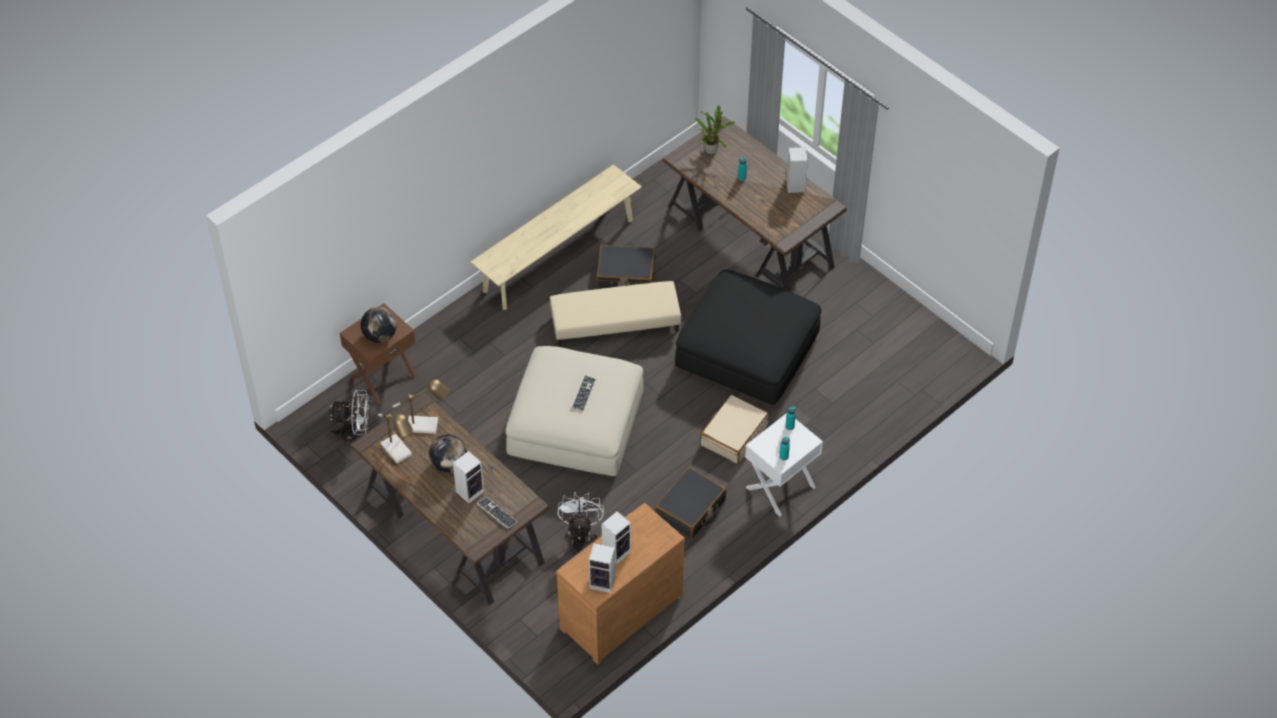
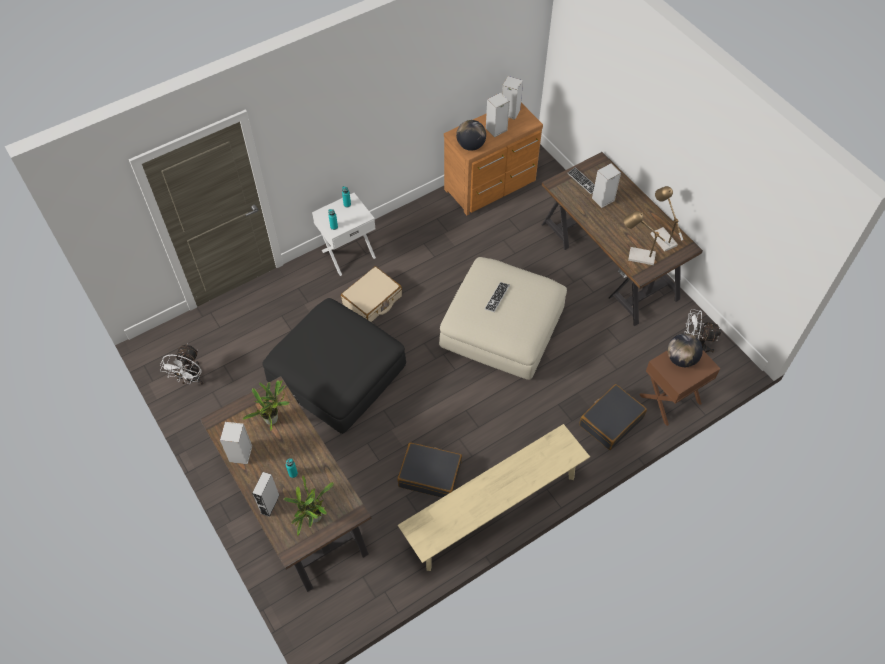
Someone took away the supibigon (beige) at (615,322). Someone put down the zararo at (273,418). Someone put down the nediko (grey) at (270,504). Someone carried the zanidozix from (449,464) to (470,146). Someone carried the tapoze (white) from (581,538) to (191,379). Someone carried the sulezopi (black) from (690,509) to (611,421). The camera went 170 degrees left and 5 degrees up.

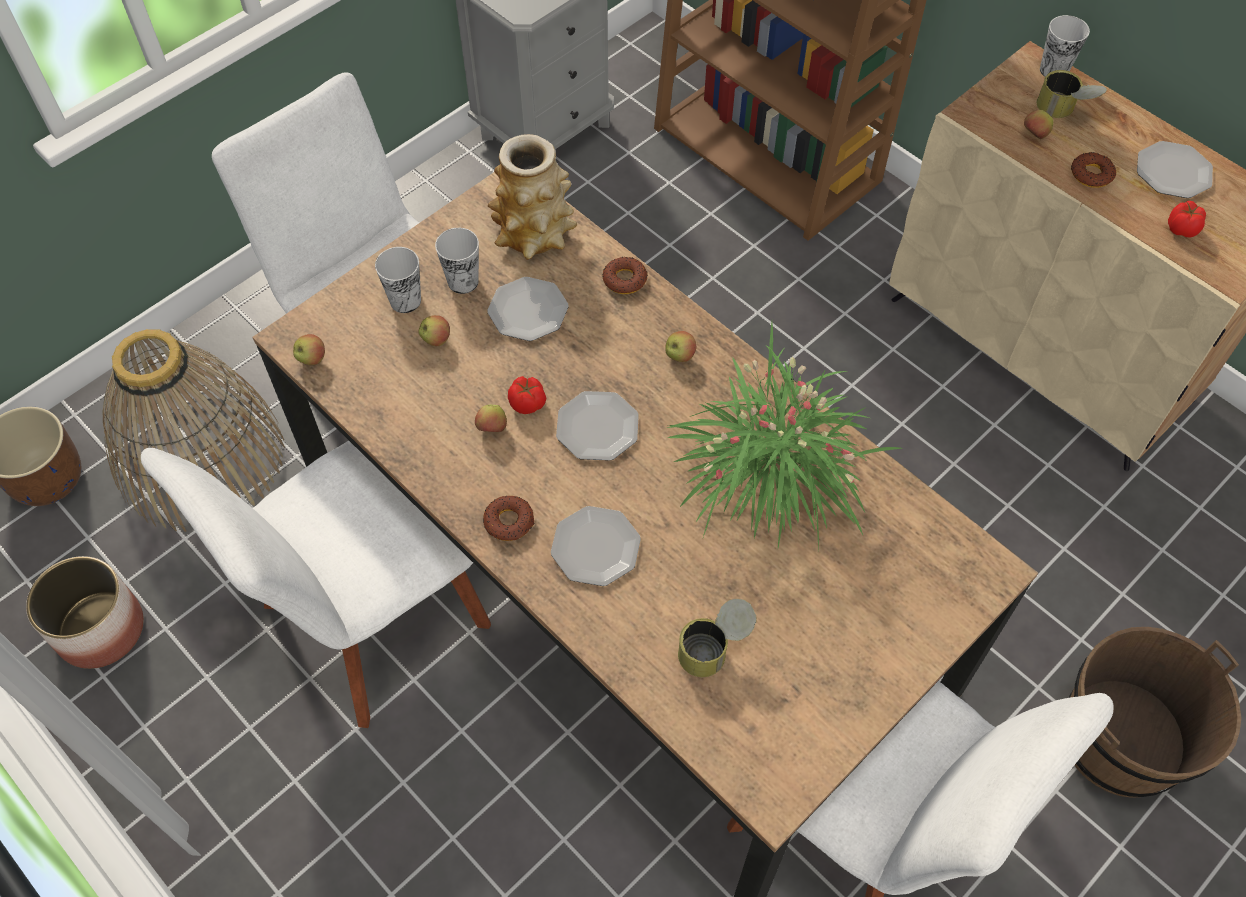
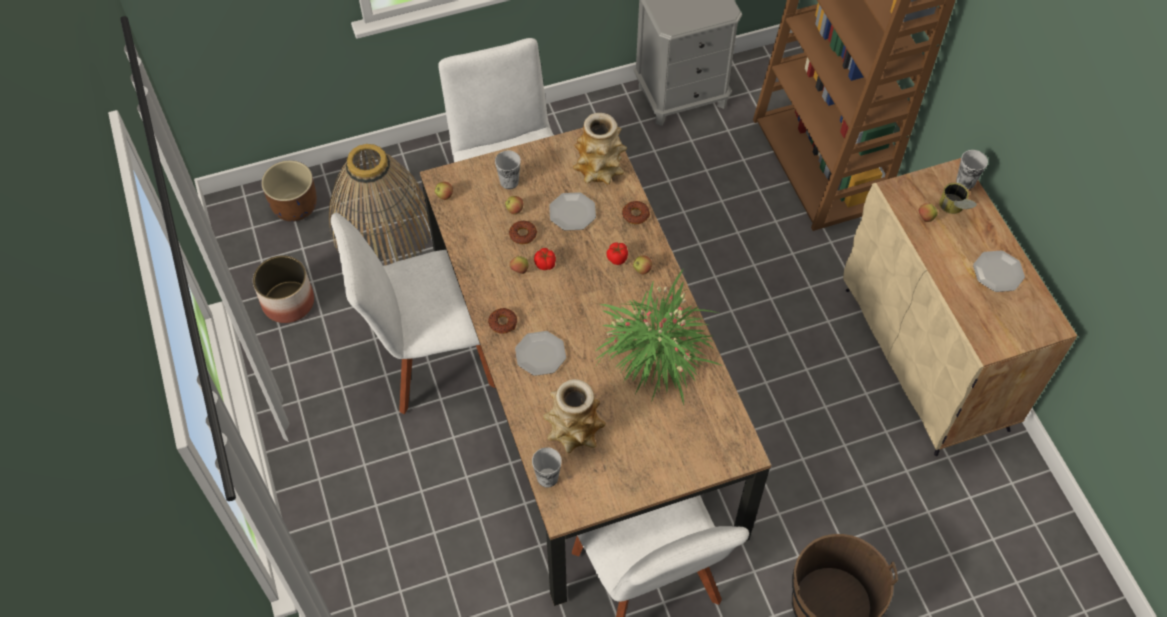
Someone took away the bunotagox at (597,428). Someone carried the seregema from (463,281) to (547,477). Someone carried the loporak from (1091,174) to (523,234). Someone carried the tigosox from (1181,228) to (617,258). Someone swapped the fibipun at (714,648) for the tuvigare at (573,430). The camera went 25 degrees right and 0 degrees up.

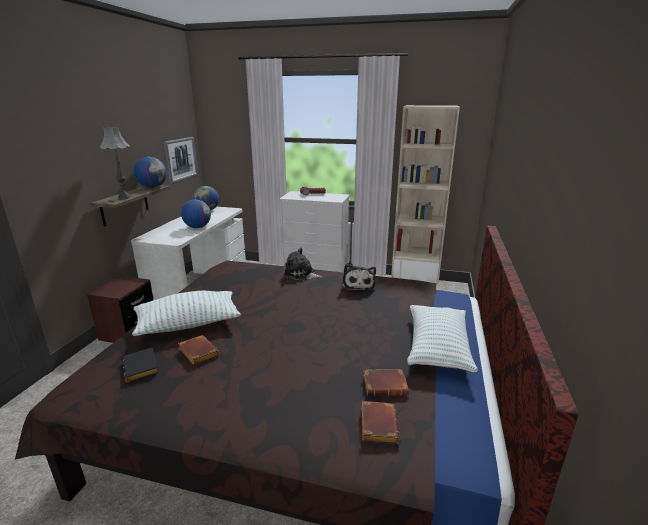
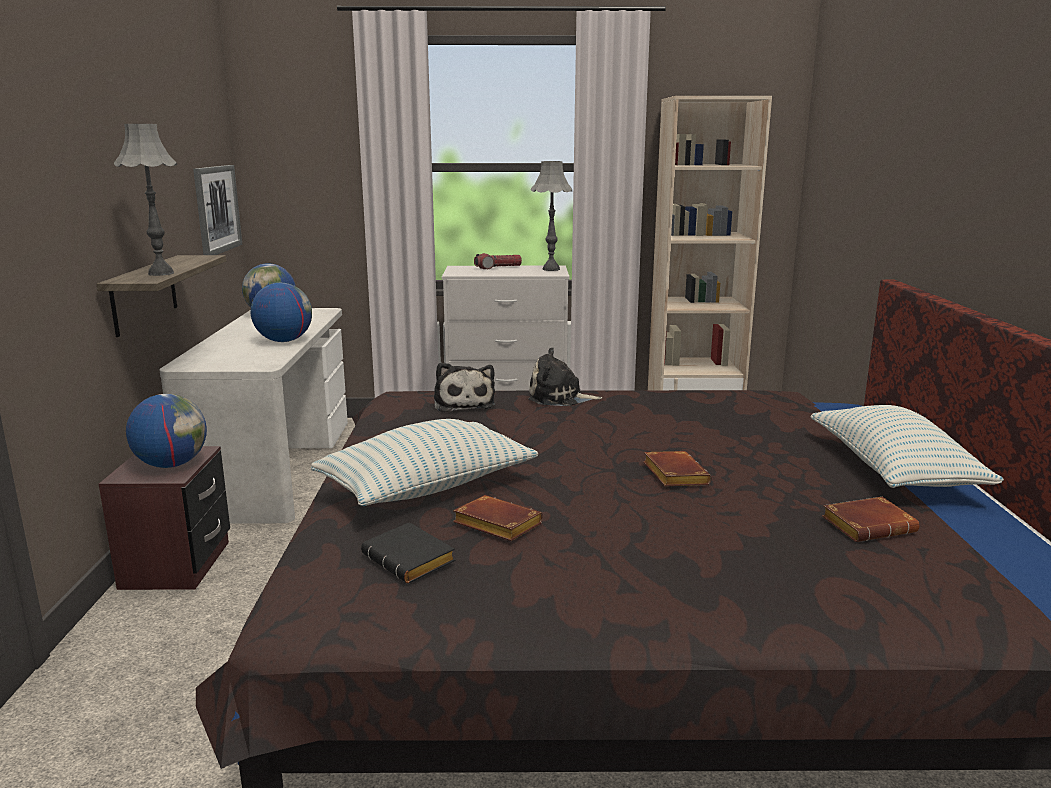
Someone put down the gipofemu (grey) at (551,269). Someone carried the zanidozix from (153,187) to (171,464). Someone carried the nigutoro from (358,285) to (463,403). Someone carried the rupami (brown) from (377,424) to (672,474). The camera went 15 degrees left and 5 degrees down.

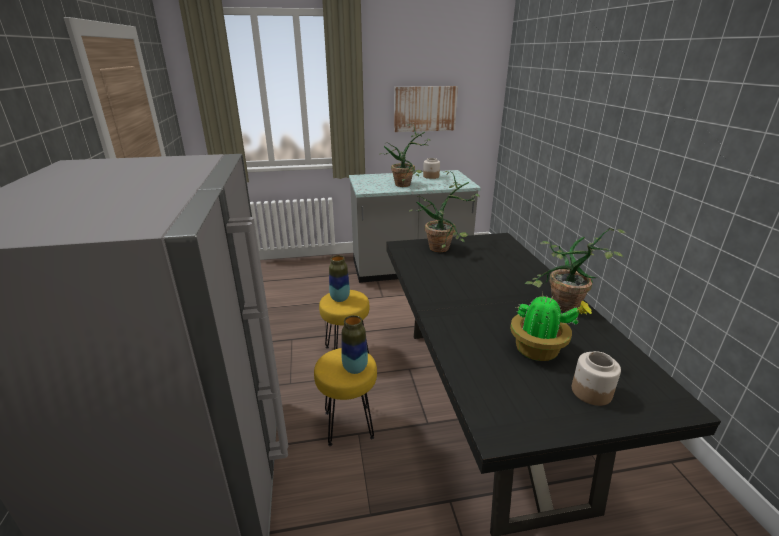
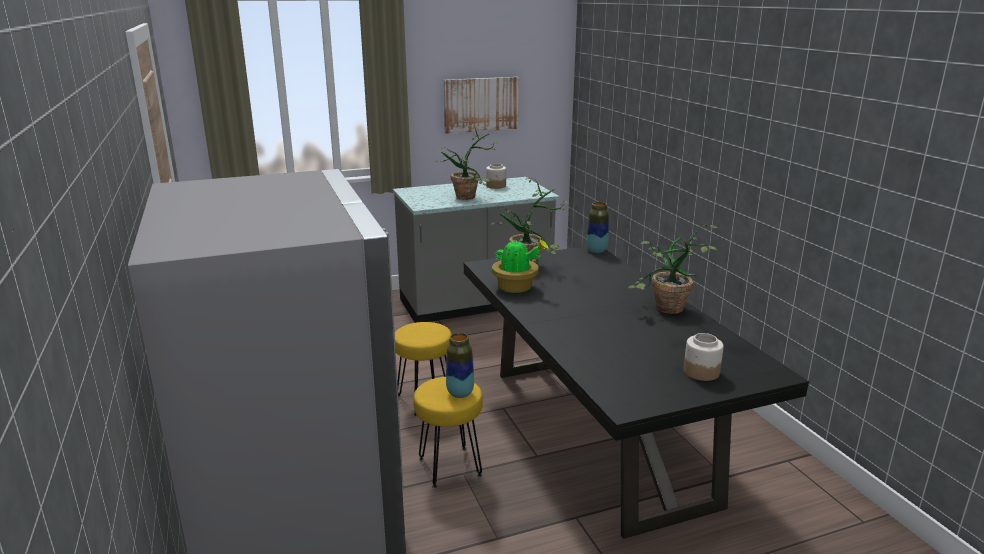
Someone carried the tuvigare from (340,299) to (596,251). Someone carried the zararo from (539,350) to (516,288). The camera went 10 degrees left and 5 degrees down.

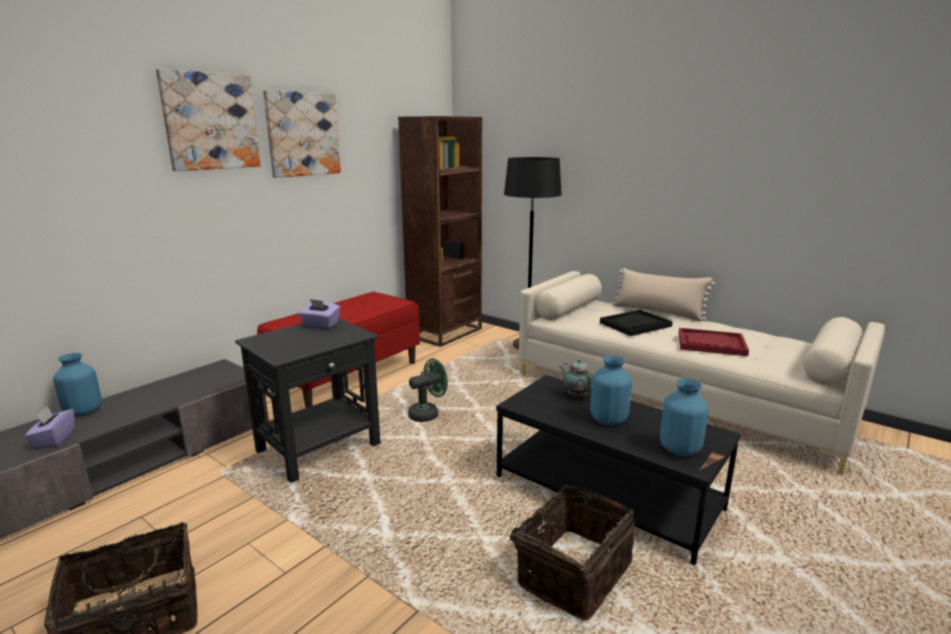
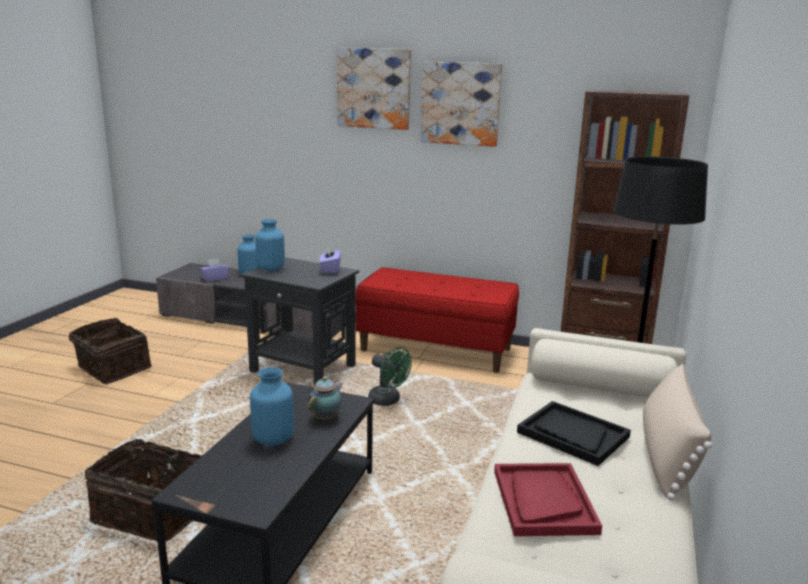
Someone carried the tuvigare (blue) from (679,449) to (271,269). The camera went 70 degrees right and 0 degrees up.

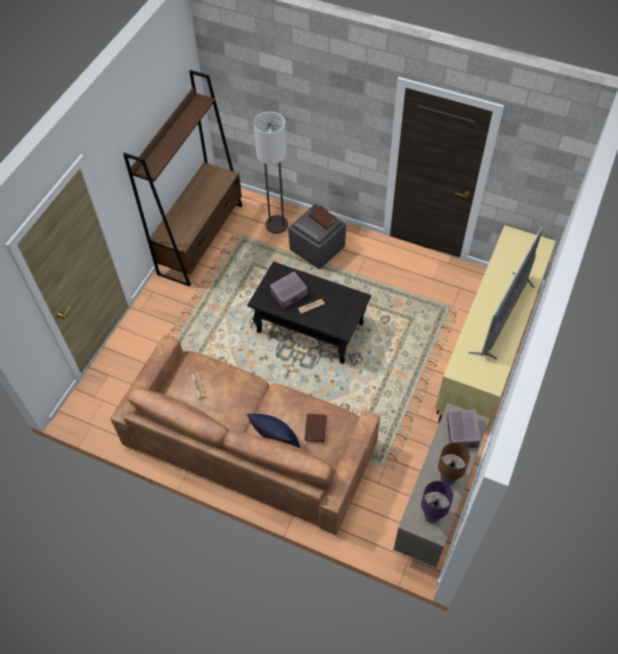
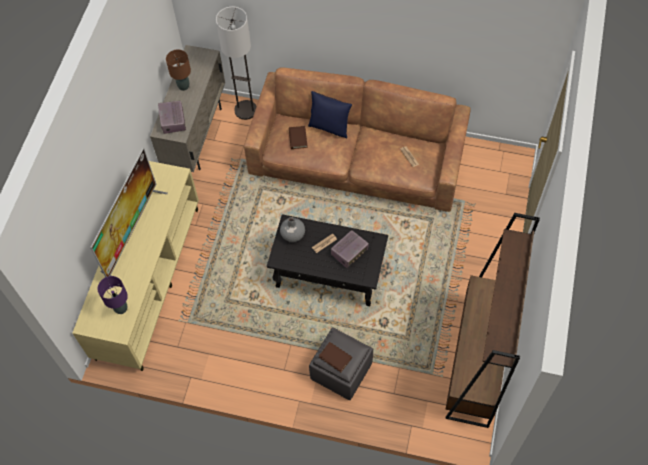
Someone put down the tuvigare (grey) at (292,234). Someone carried the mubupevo from (276,225) to (246,110). Someone carried the gipofemu (purple) from (431,517) to (121,308). The camera went 170 degrees right and 5 degrees up.

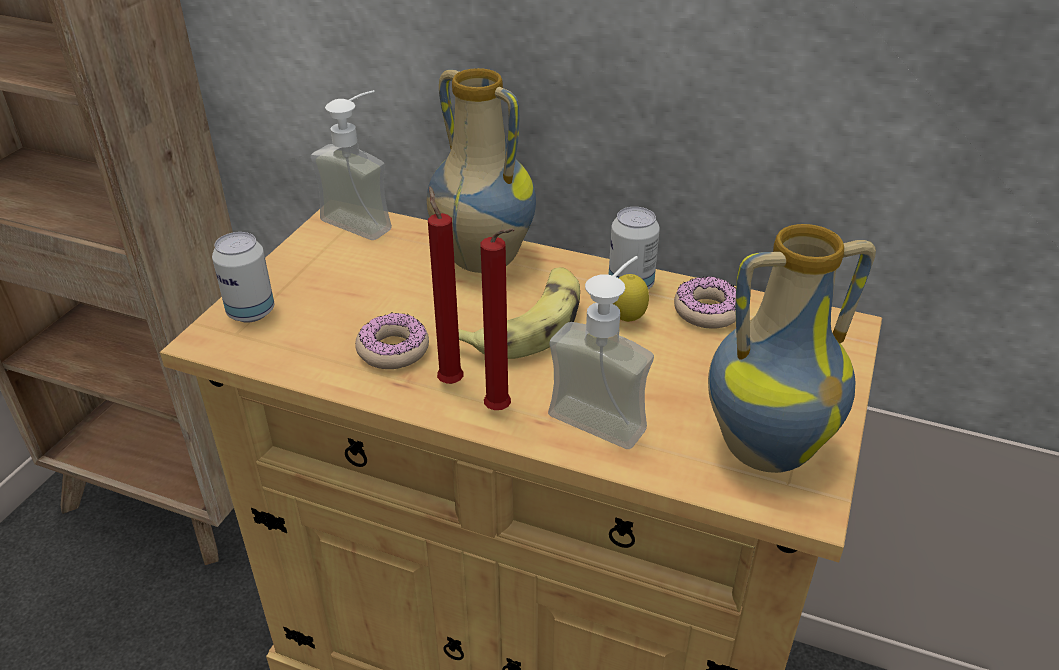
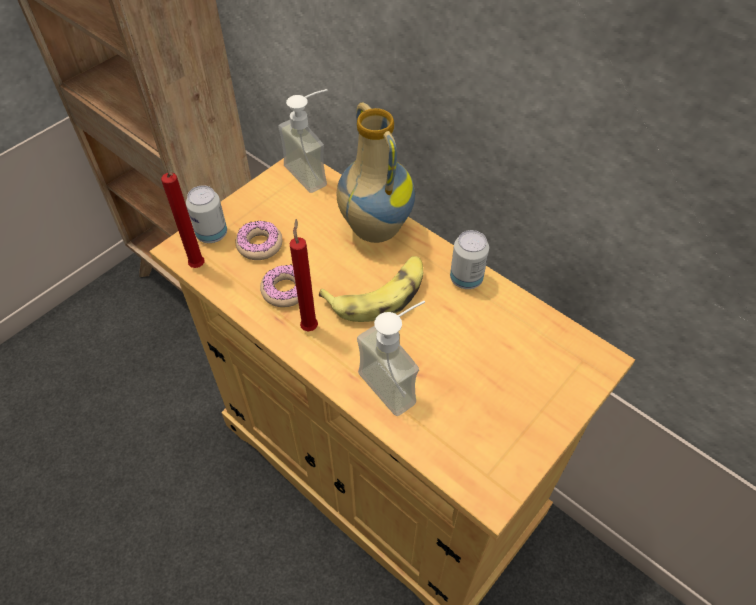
Someone took away the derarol at (627,321). Someone took away the tuvigare at (764,446). Someone carried the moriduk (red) from (501,412) to (198,268). Someone carried the loporak from (707,311) to (260,245). The camera went 20 degrees right and 15 degrees up.

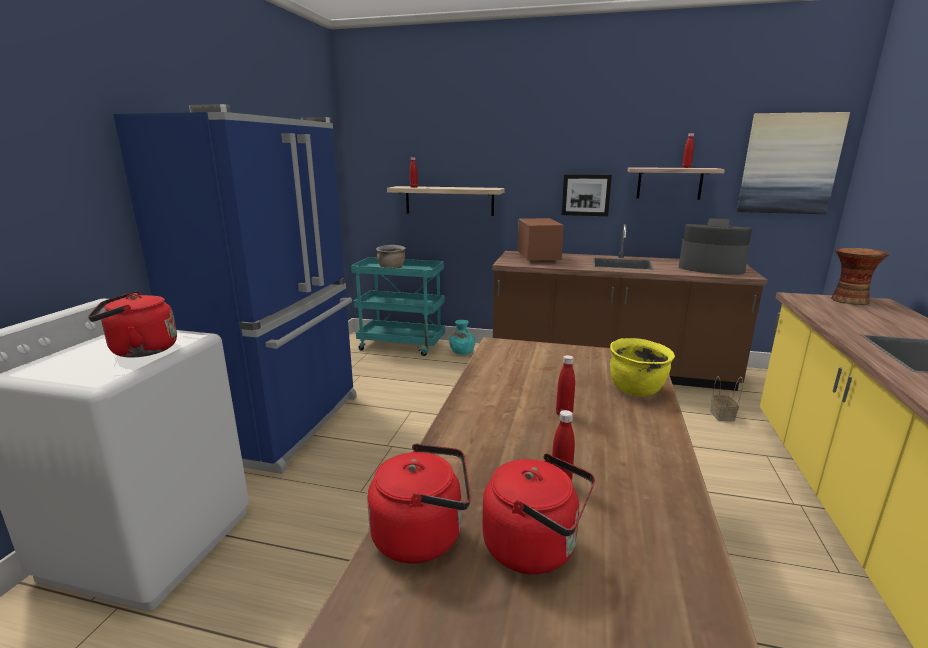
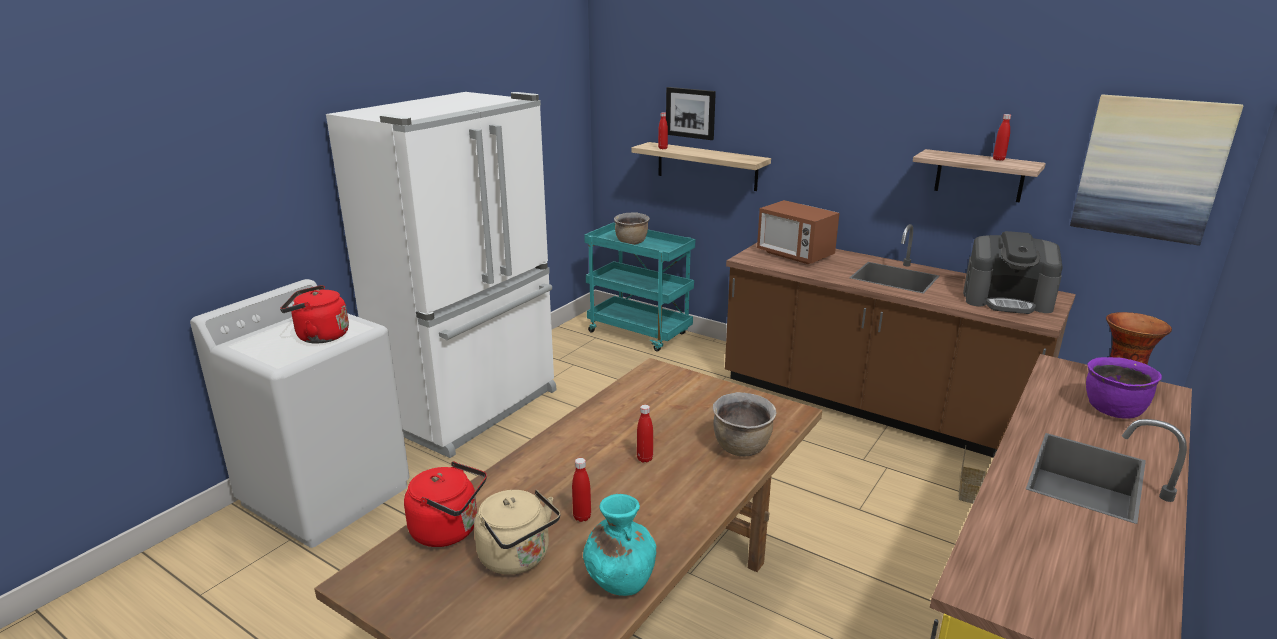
Someone put down the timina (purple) at (1112,410). Someone carried the tuvigare (turquoise) from (461,352) to (619,578). Someone carried the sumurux from (586,195) to (691,113). Someone repainted the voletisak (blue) at (284,425), which became the voletisak (white) at (473,408). Someone repainted the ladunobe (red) at (535,548), which became the ladunobe (beige) at (518,558). Someone repainted the timina (yellow) at (636,390), which became the timina (brown) at (742,448). Someone rotated the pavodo at (538,258) by 120 degrees clockwise. Someone rotated the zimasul at (710,268) by 150 degrees clockwise. The camera went 20 degrees right and 5 degrees up.

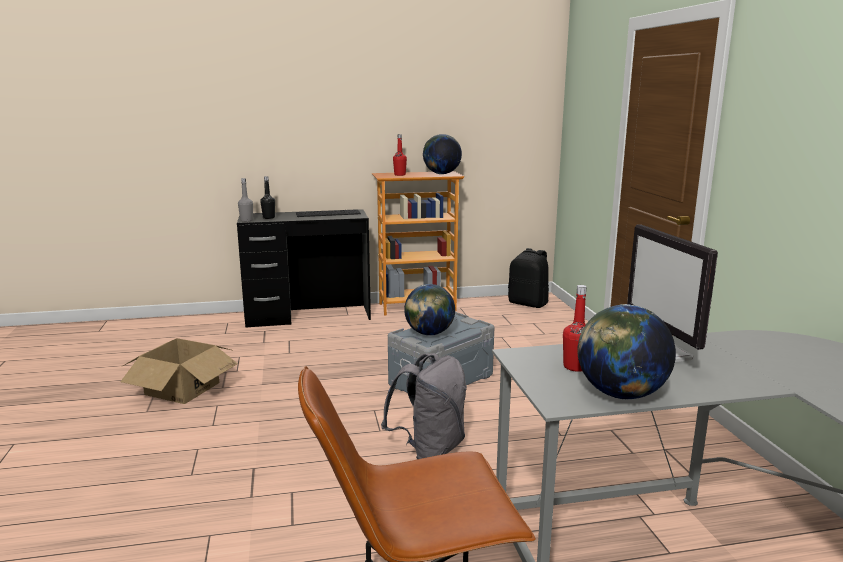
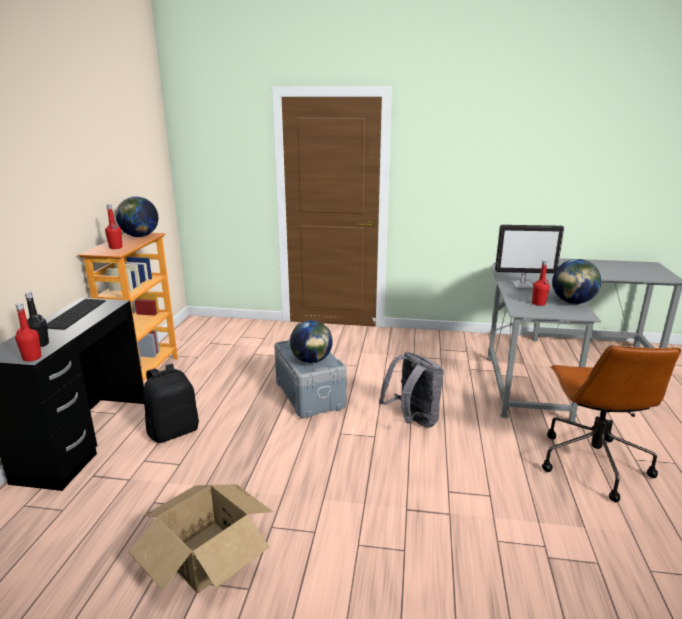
Someone carried the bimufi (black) from (528,303) to (174,431). Someone repainted the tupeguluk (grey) at (246,220), which became the tupeguluk (red) at (32,358). The camera went 70 degrees left and 5 degrees up.

